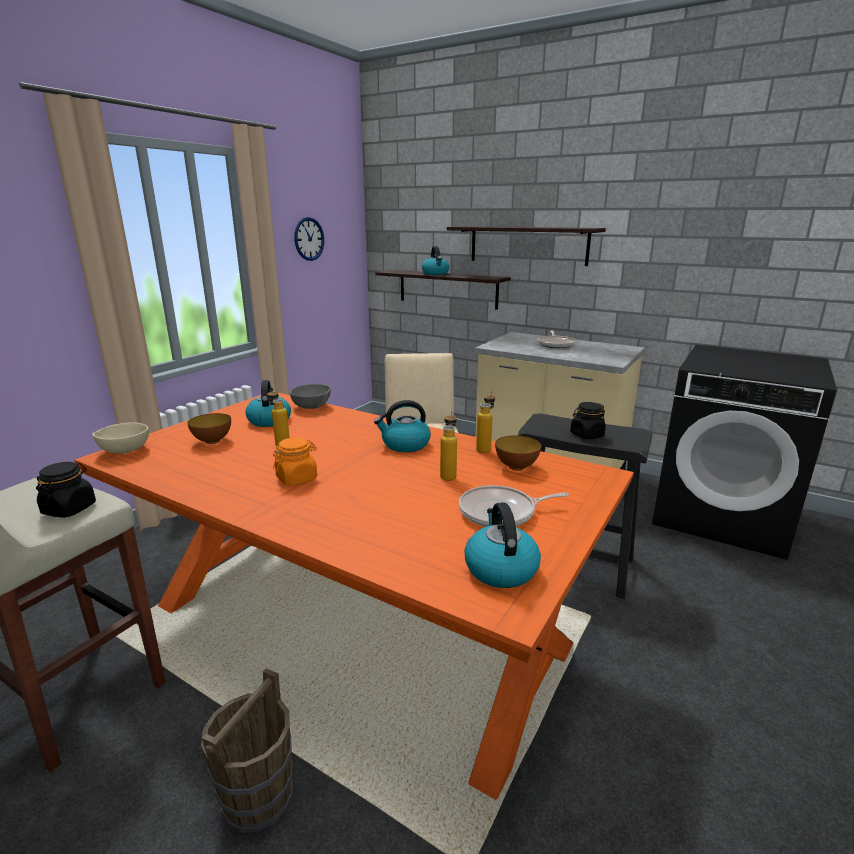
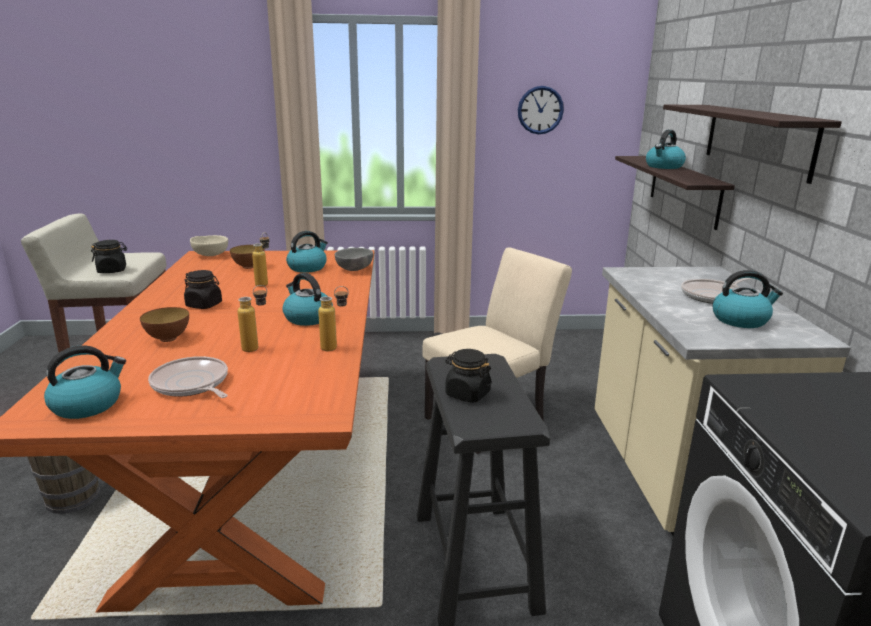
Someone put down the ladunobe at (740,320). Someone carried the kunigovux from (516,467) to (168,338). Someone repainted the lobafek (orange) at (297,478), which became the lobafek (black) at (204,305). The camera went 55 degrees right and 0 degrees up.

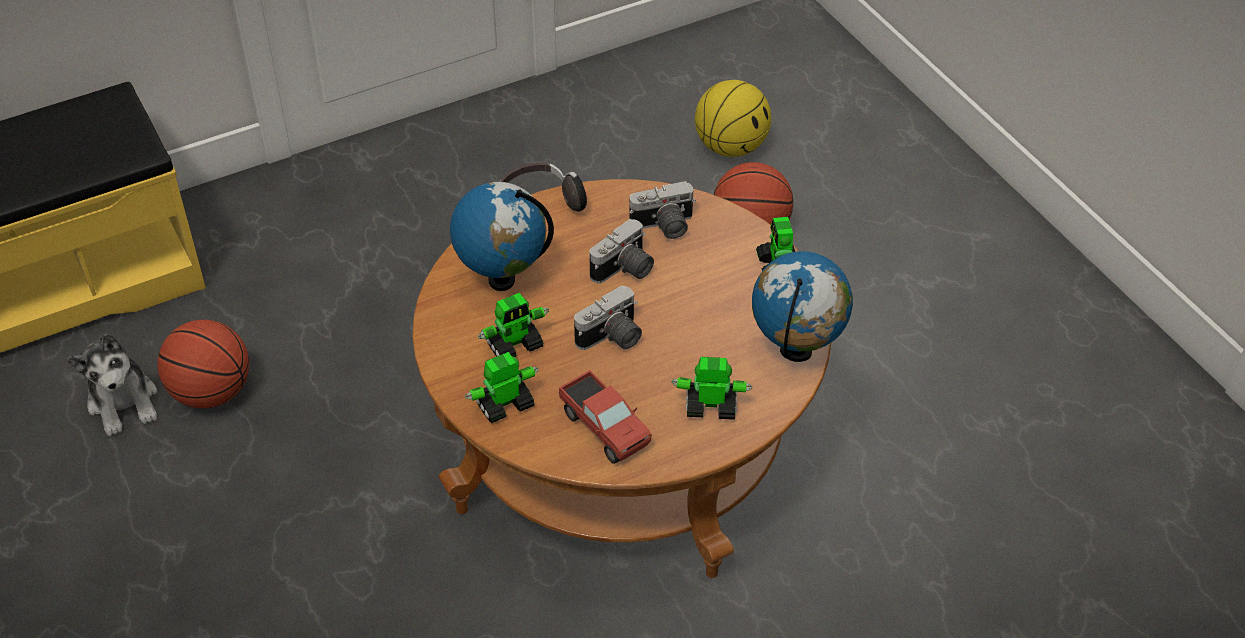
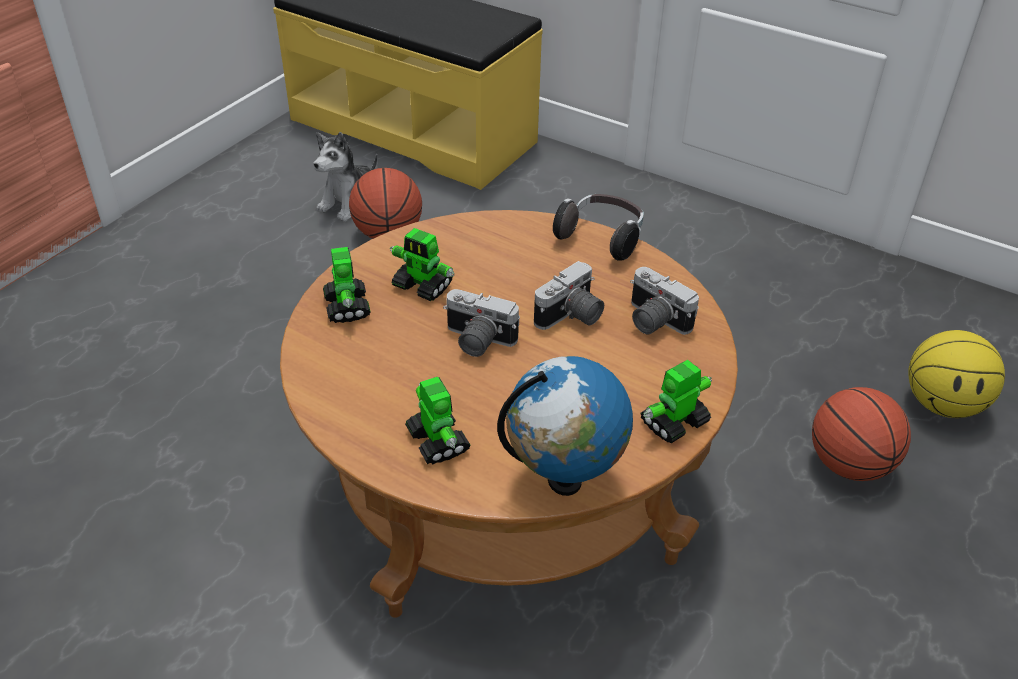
Someone took away the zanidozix at (502,279). Someone took away the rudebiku at (604,429). Someone rotated the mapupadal at (503,404) by 45 degrees clockwise. Someone rotated the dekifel at (624,270) by 60 degrees counterclockwise. The camera went 60 degrees right and 5 degrees down.

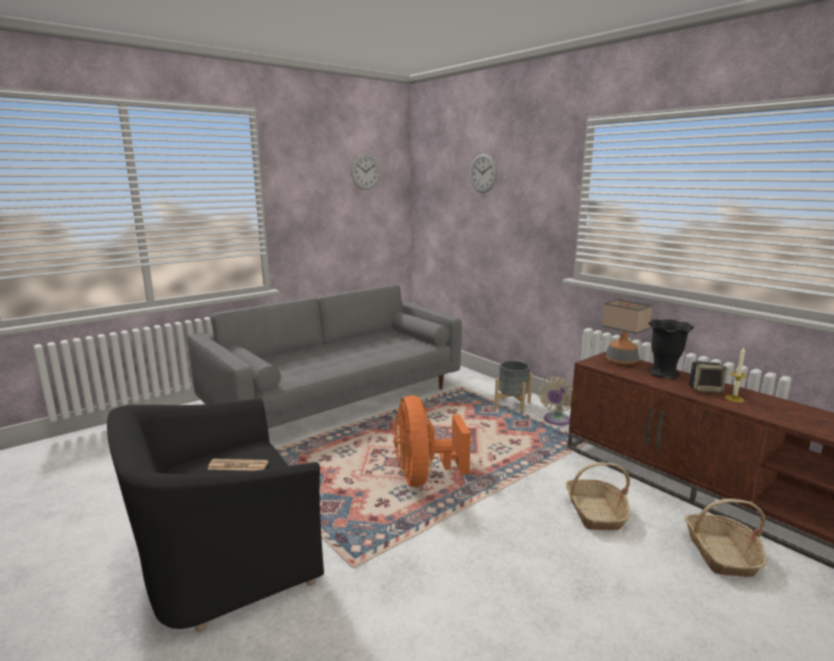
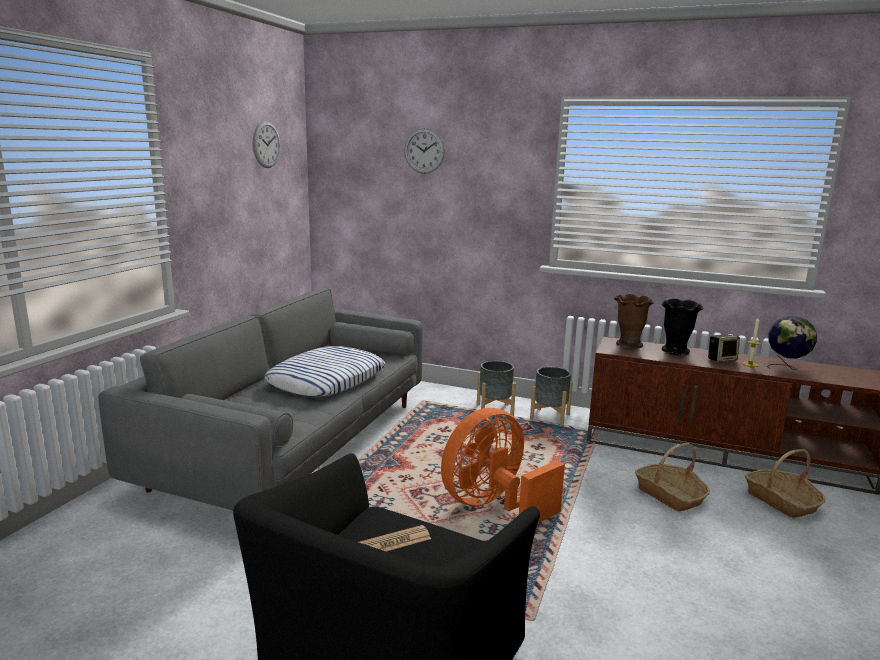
Someone put down the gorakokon at (327,379). Someone put down the zanidozix at (786,368). Someone swapped the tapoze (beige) at (556,420) for the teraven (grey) at (549,417). Someone swapped the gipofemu at (621,361) for the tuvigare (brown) at (629,344). Someone rotated the tapoze (orange) at (423,477) by 90 degrees clockwise. The camera went 30 degrees left and 0 degrees up.

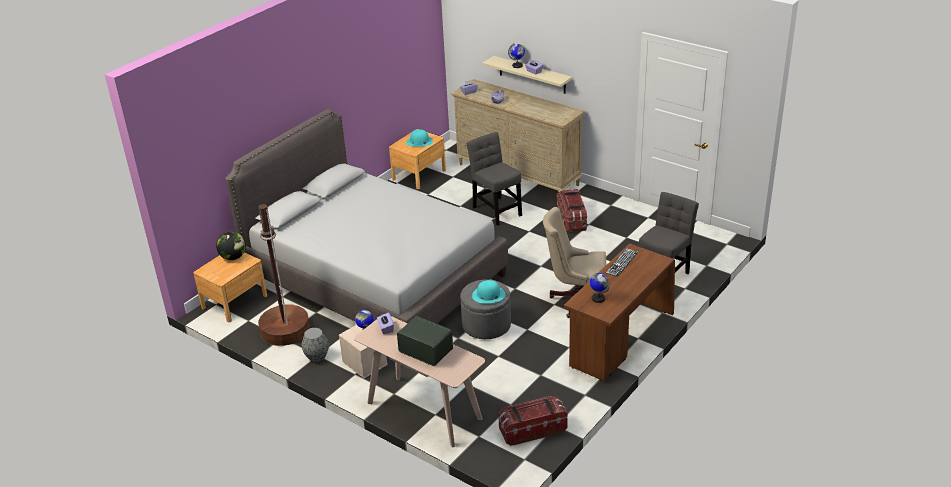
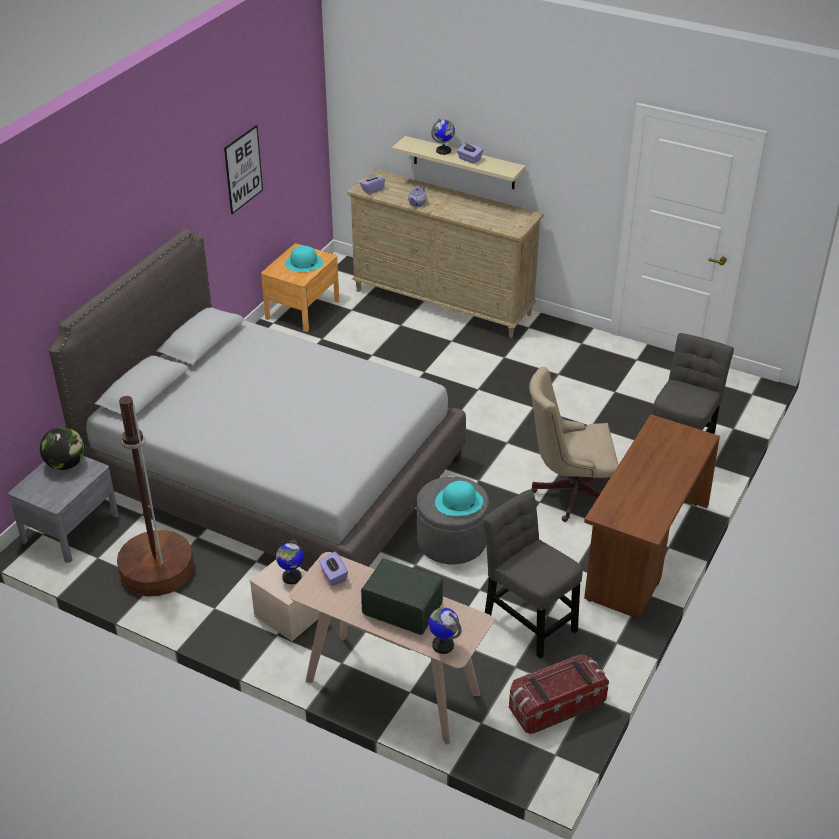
Someone took away the tuvigare (grey) at (316,356). Someone took away the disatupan at (571,219). Someone took away the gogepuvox at (622,262). Someone put up the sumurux at (243,169). Someone carried the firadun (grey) from (496,210) to (527,619). Someone carried the zanidozix from (598,298) to (443,645). Someone repainted the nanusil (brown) at (234,302), which became the nanusil (grey) at (70,528). The camera went 10 degrees left and 5 degrees up.

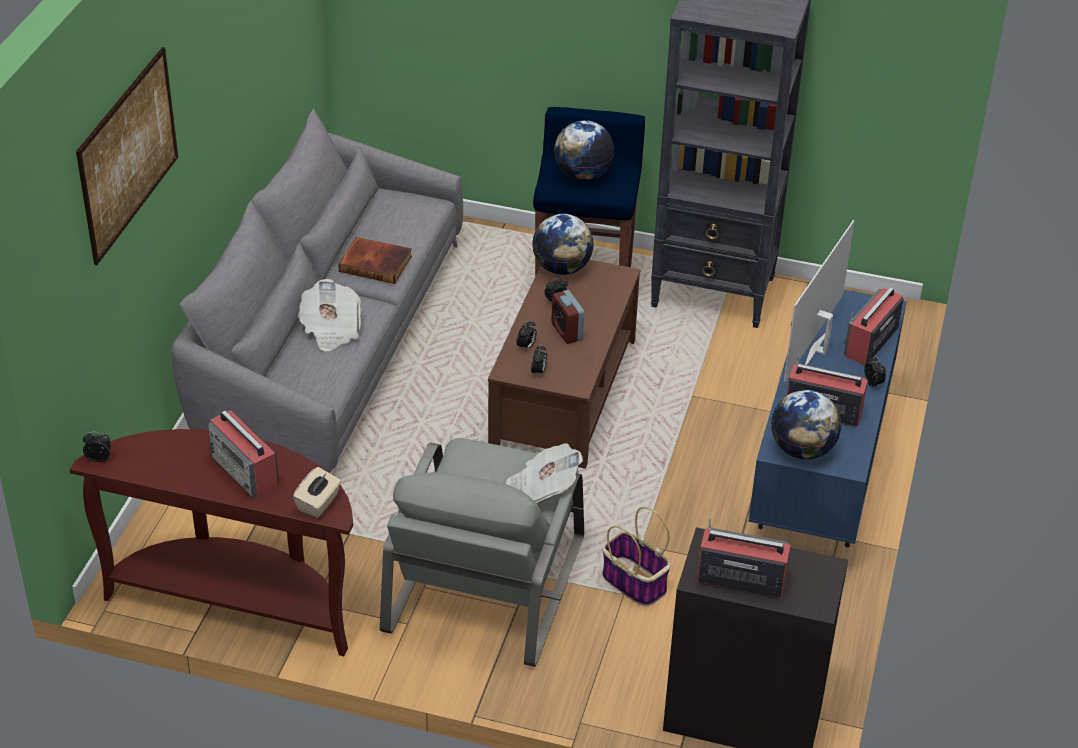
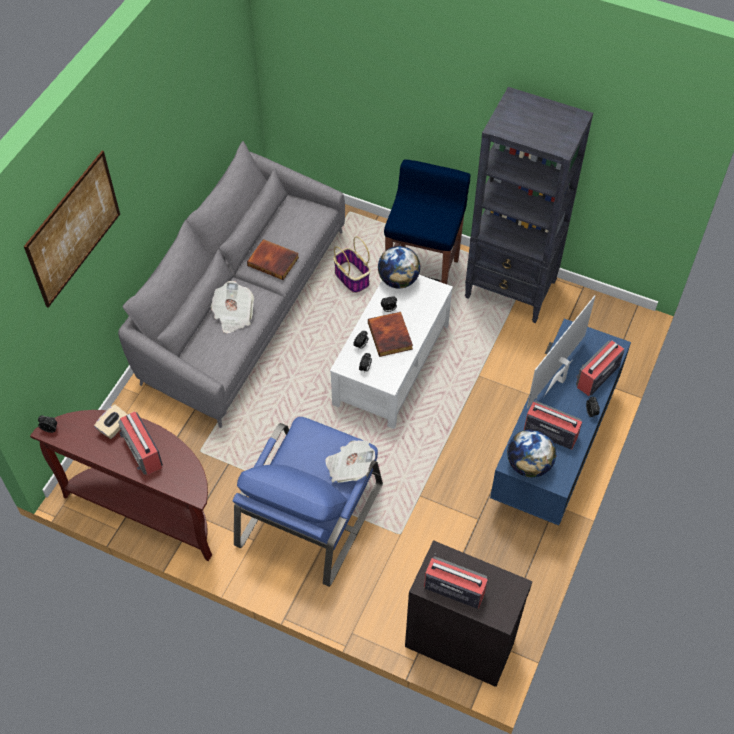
Someone took away the zanidozix at (582,175). Someone carried the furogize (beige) from (318,503) to (114,427). Someone carried the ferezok from (632,582) to (351,278). Someone swapped the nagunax at (567,331) for the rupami at (391,336). Someone repainted the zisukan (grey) at (485,582), which became the zisukan (blue) at (310,513). Someone repainted the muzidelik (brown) at (562,393), which became the muzidelik (white) at (390,364). The camera went 10 degrees right and 15 degrees up.

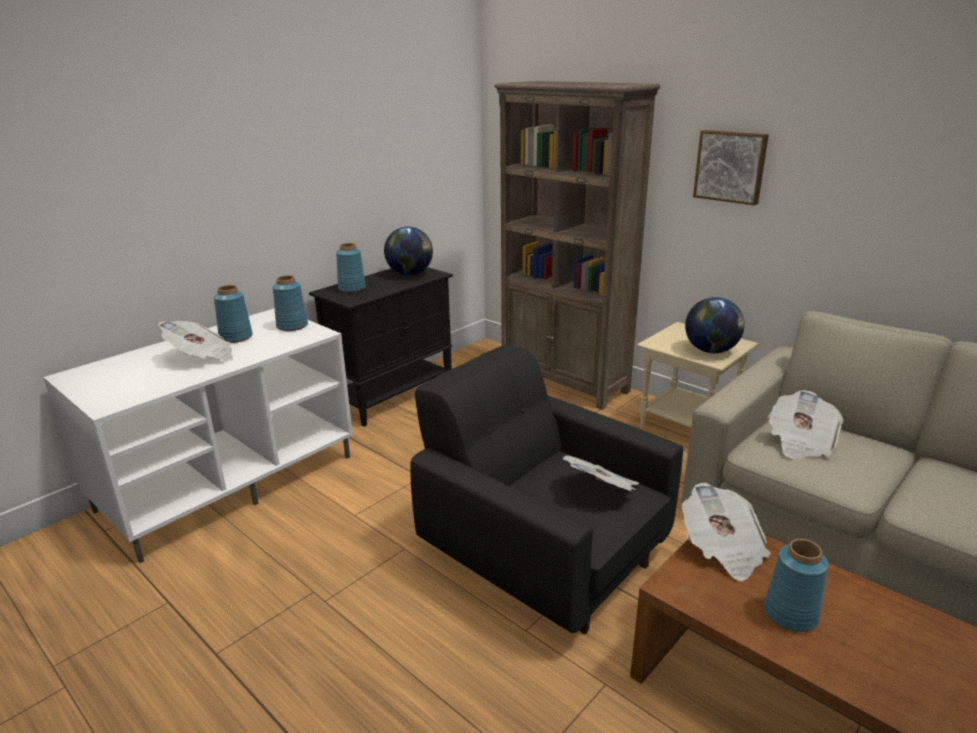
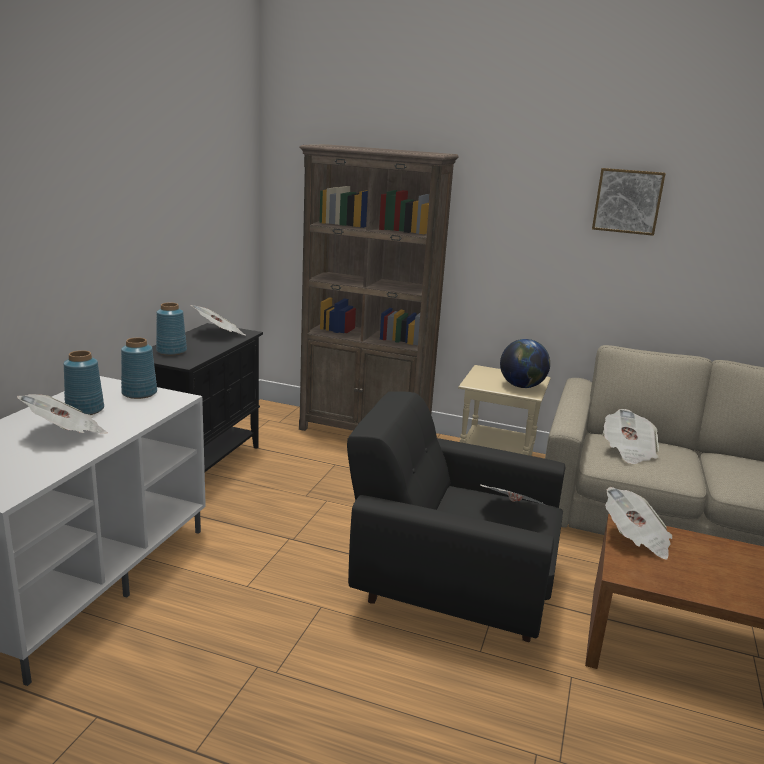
Someone took away the tuvigare (blue) at (789,614). Someone carried the sumurux from (730,166) to (627,201). Someone swapped the zanidozix at (410,274) for the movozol at (219,334). The camera went 25 degrees left and 5 degrees down.

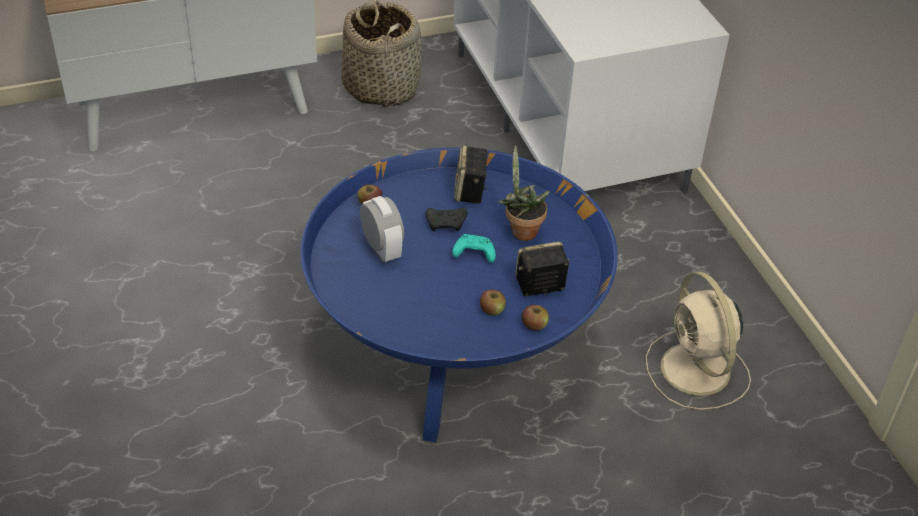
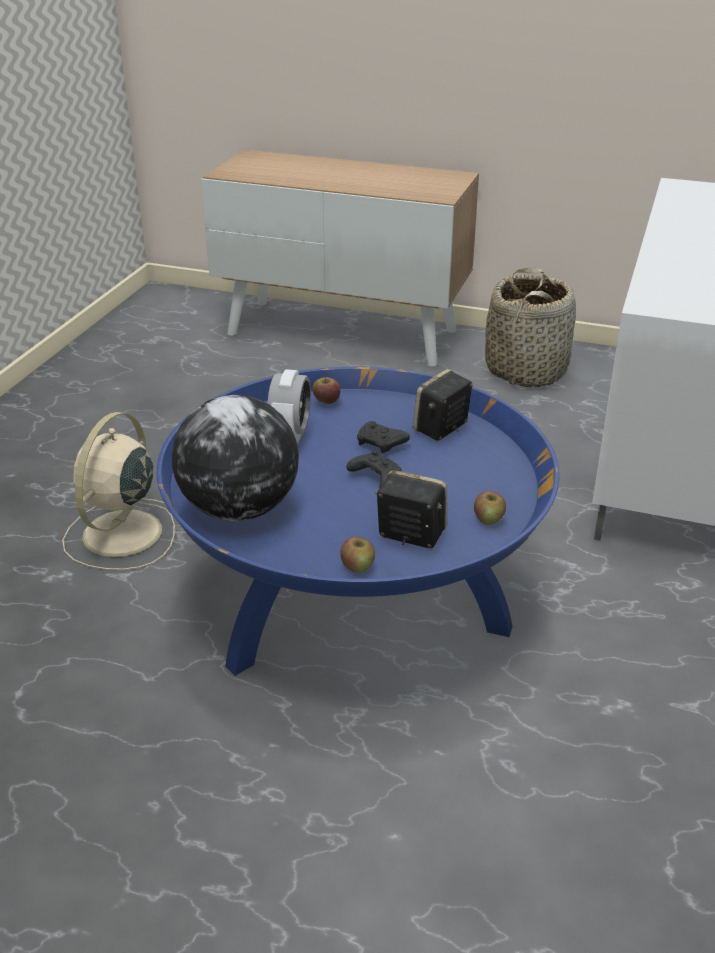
Someone took away the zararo at (521,230). Someone put down the zanidozix at (240,509). Someone carried the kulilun from (492,310) to (488,519). Someone carried the tapoze (beige) from (696,371) to (120,535). Someone repainted the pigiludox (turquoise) at (473,254), which became the pigiludox (black) at (375,478). The camera went 40 degrees right and 10 degrees down.

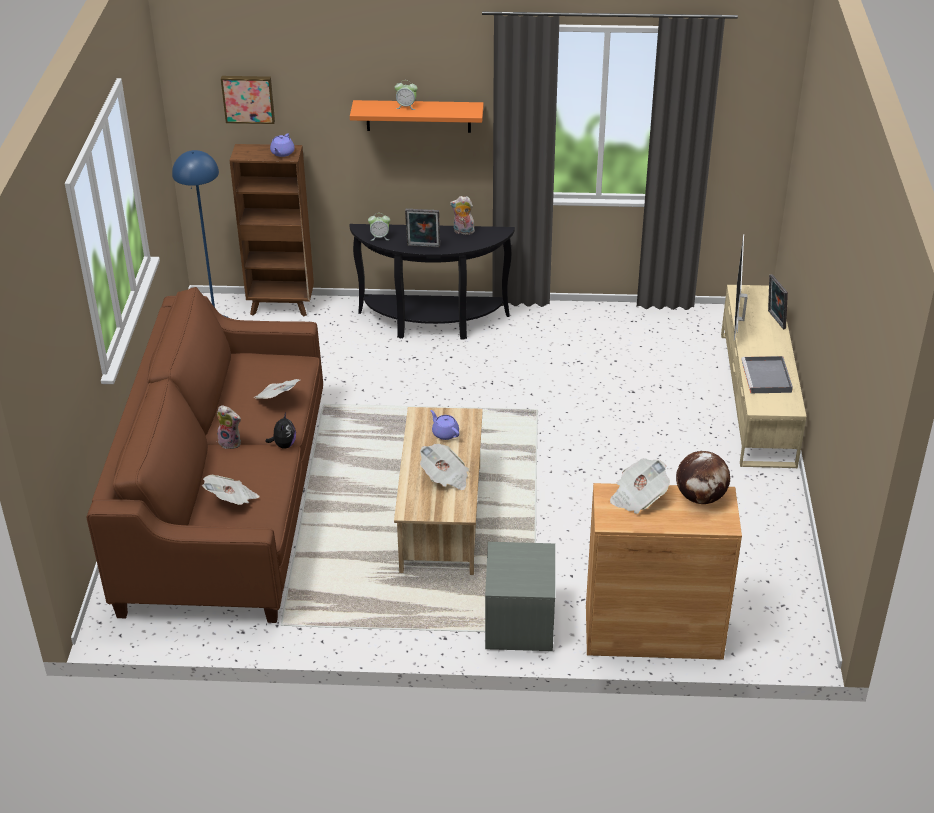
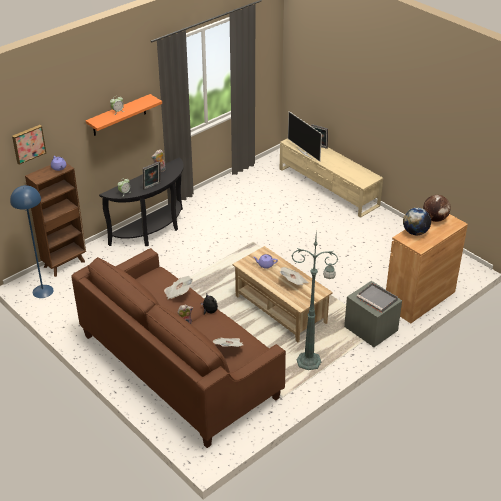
Someone put down the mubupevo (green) at (310,361). Someone carried the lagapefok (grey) from (767,378) to (377,299). Someone swapped the movozol at (638,497) for the zanidozix at (415,232). The camera went 45 degrees left and 0 degrees up.

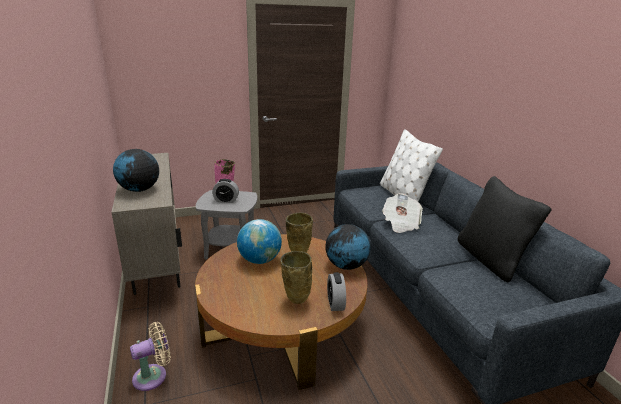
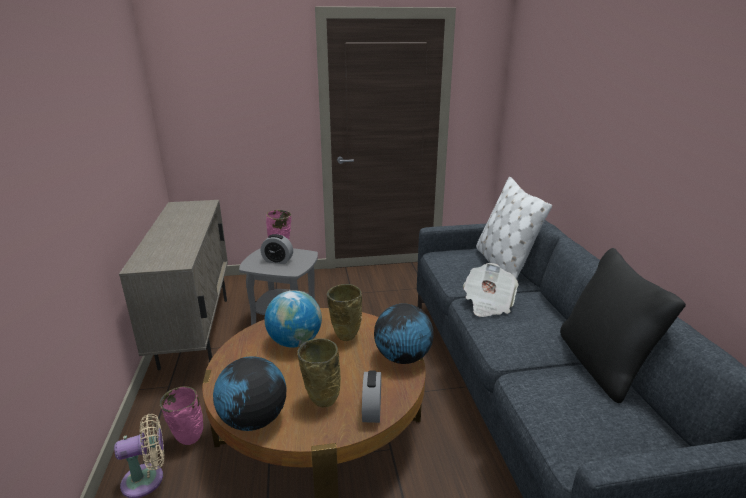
Someone put down the tuvigare (pink) at (188,440). Someone carried the zanidozix from (139,190) to (253,420). The camera went 10 degrees right and 0 degrees up.

